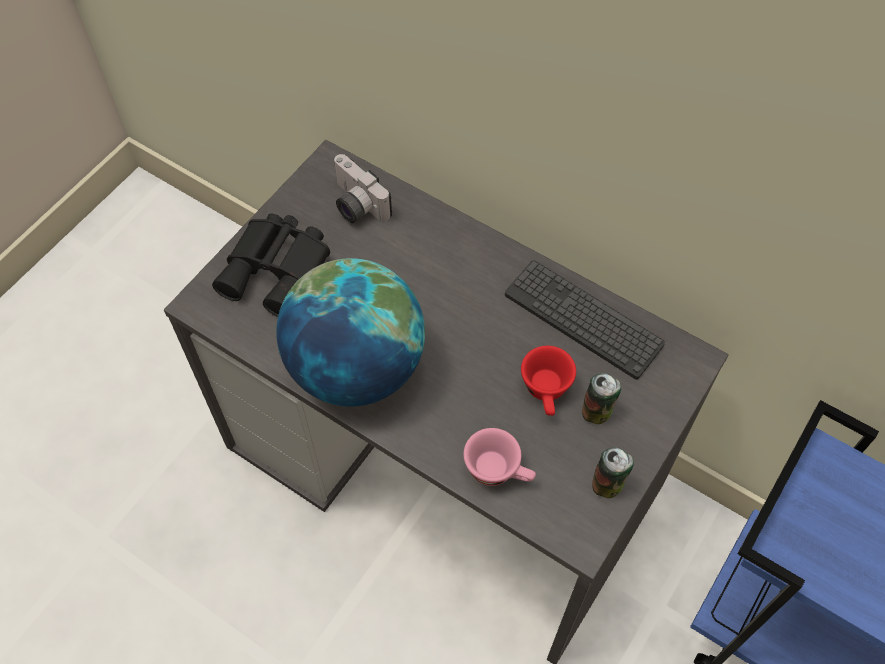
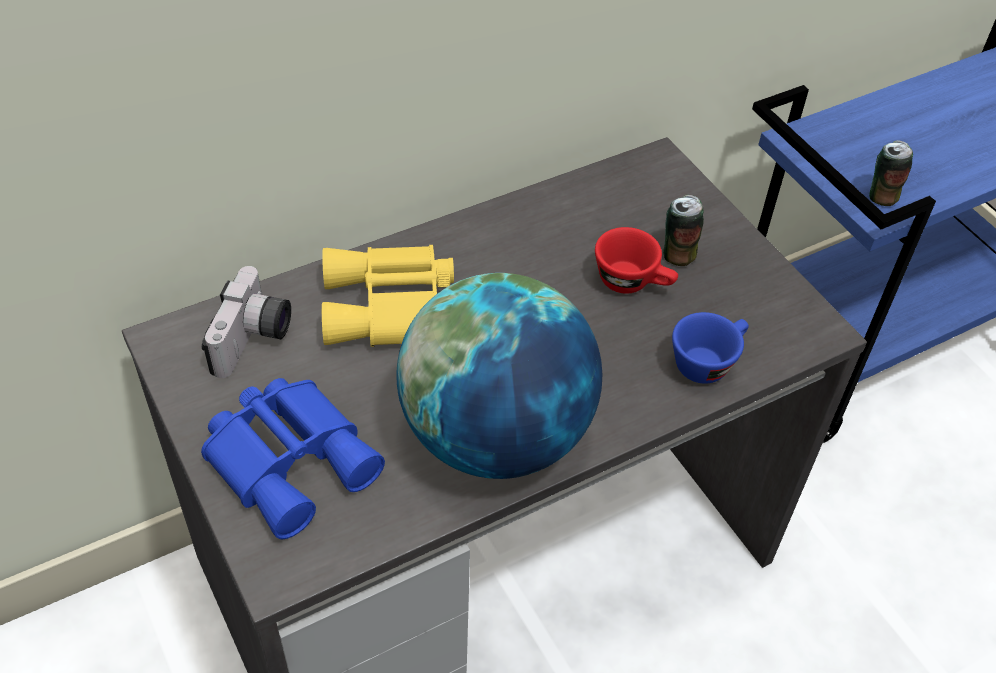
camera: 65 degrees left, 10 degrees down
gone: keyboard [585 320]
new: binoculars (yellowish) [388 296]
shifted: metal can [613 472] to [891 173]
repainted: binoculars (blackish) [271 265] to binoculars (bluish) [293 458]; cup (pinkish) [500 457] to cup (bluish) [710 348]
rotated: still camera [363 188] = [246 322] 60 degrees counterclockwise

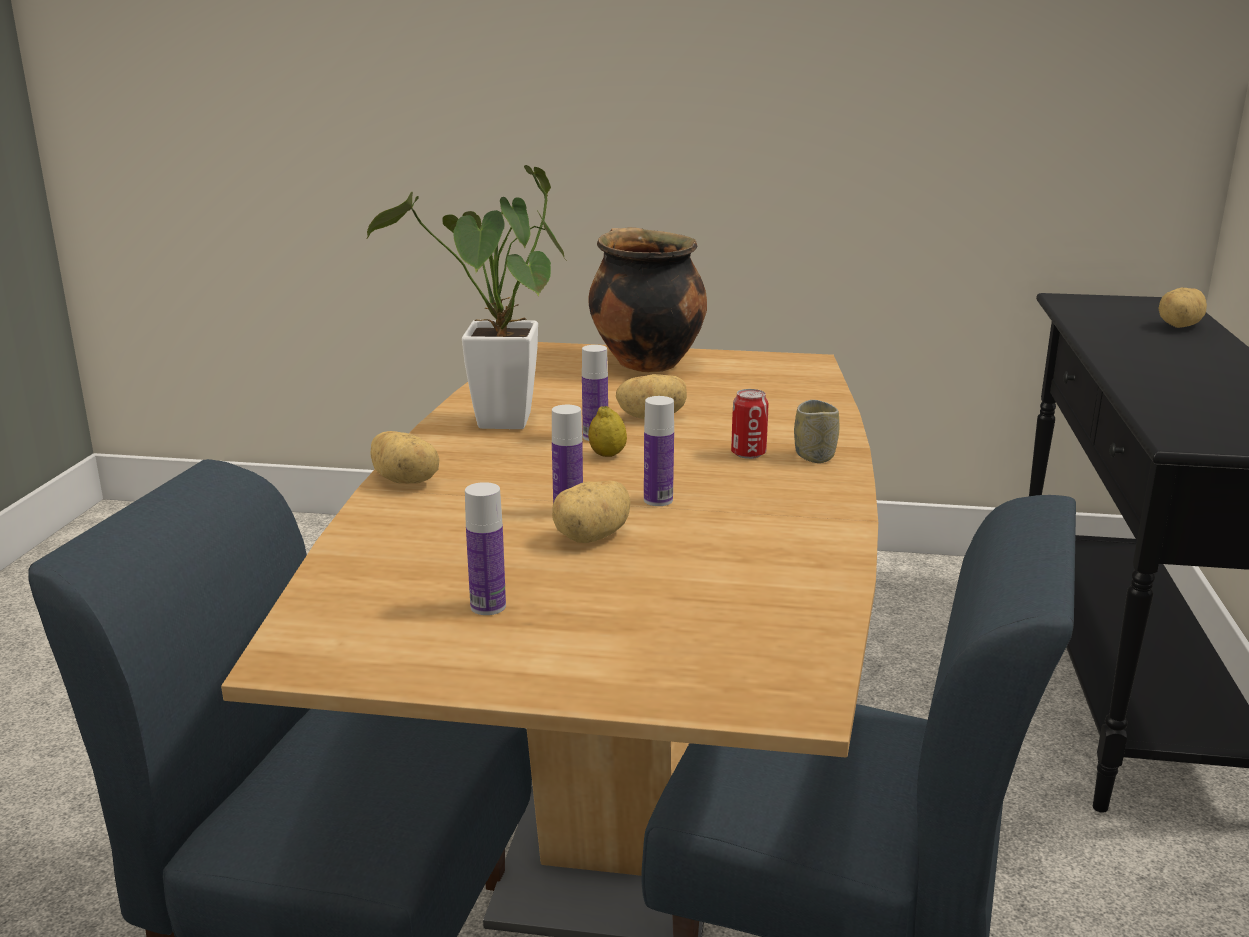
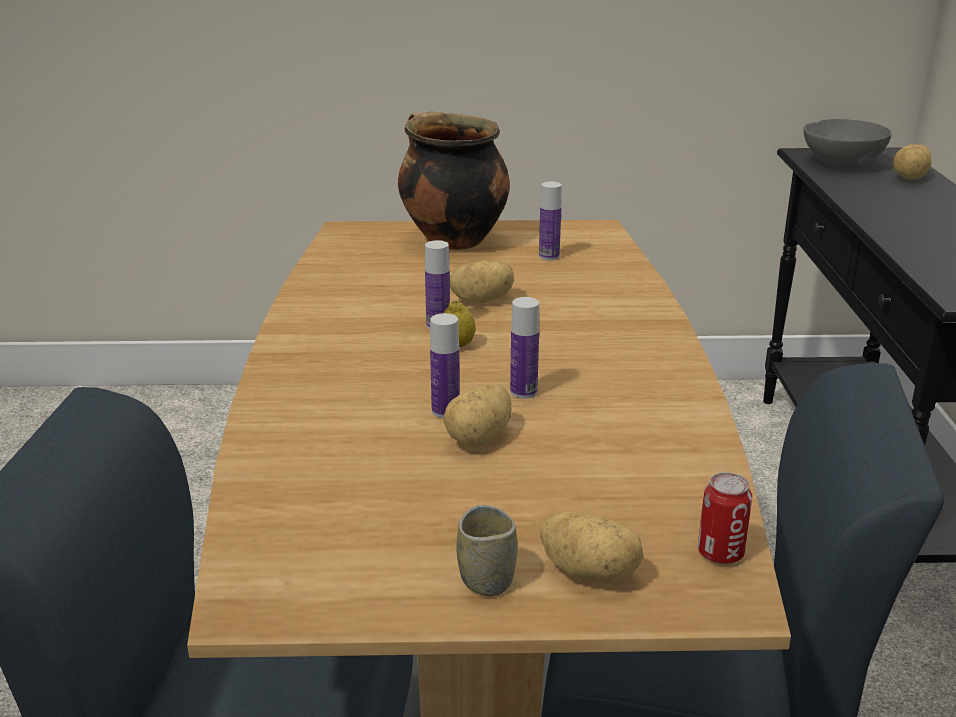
camera: 10 degrees left, 5 degrees up
gone: potted plant [466 297]
new: deep dish (gray) [847 143]
shifted: potato [404 457] to [592 546]; bottle [485 548] to [550 220]; metal can [750 424] to [725 518]; cup [816 431] to [487 550]

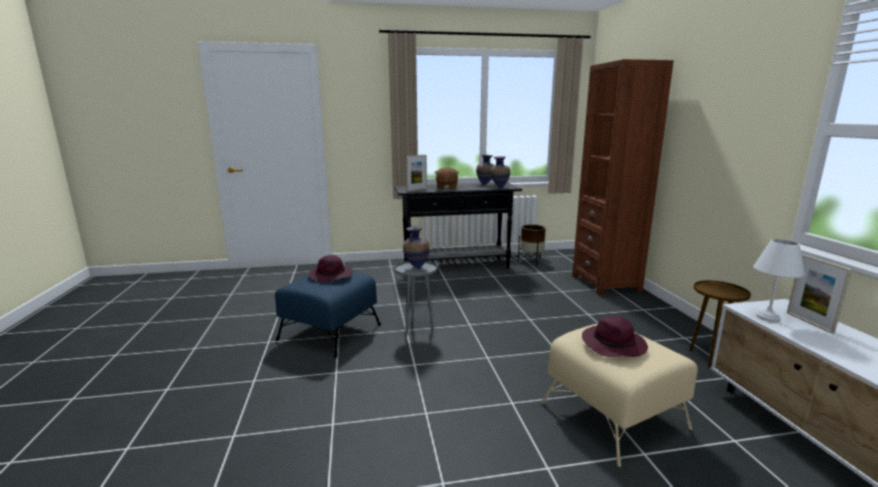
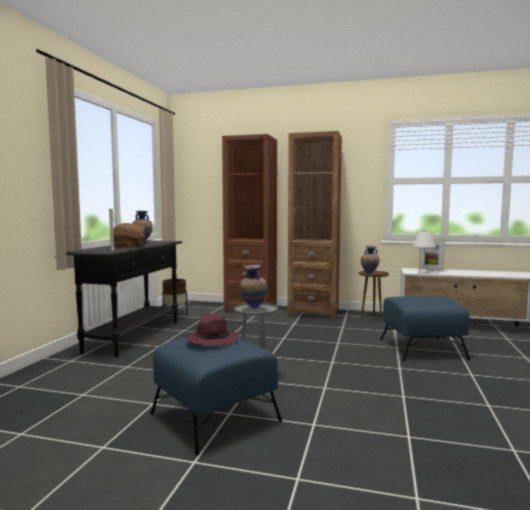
camera: 65 degrees left, 10 degrees down
gone: clothing hat (purple-coloured) [615 336]
new: bookshelf (brownish) [315 225]
shifted: vase [500 172] to [370 259]
repainted: footrest (beige) [619 395] to footrest (bluish) [425 328]

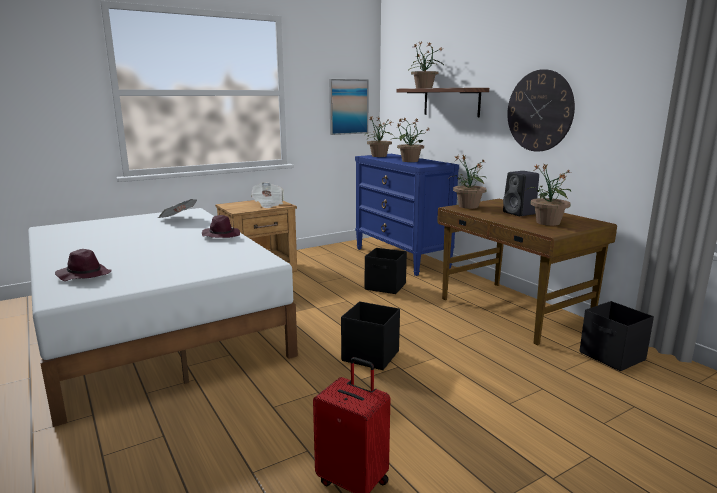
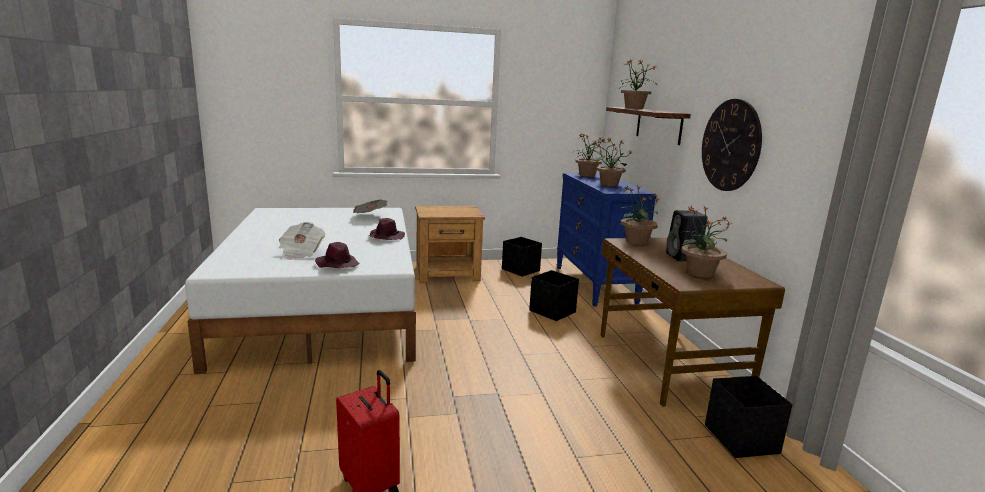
camera: 20 degrees right, 0 degrees up
gone: wall picture [349 107]
shifted: clothing hat (purple-coloured) [83 265] to [337 255]; daily paper [267 195] to [302 241]; storage box (blackish) [370 335] to [522 257]

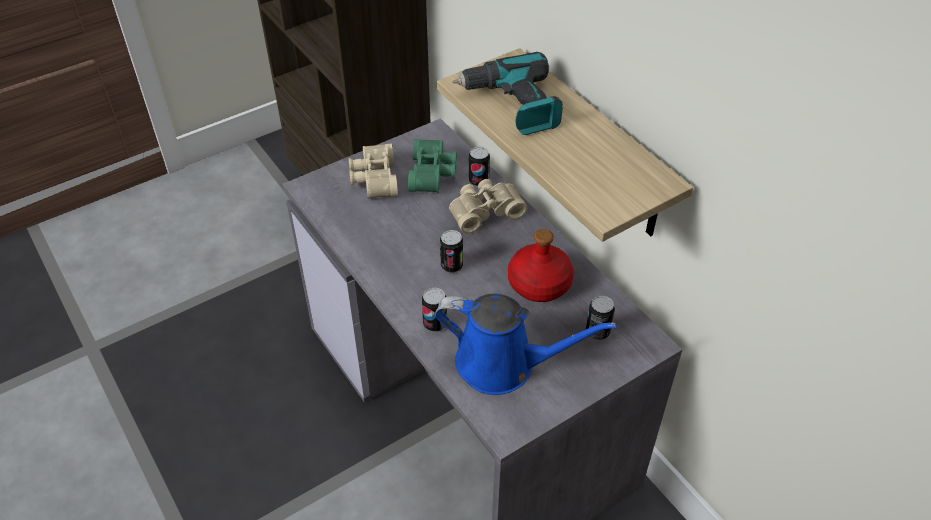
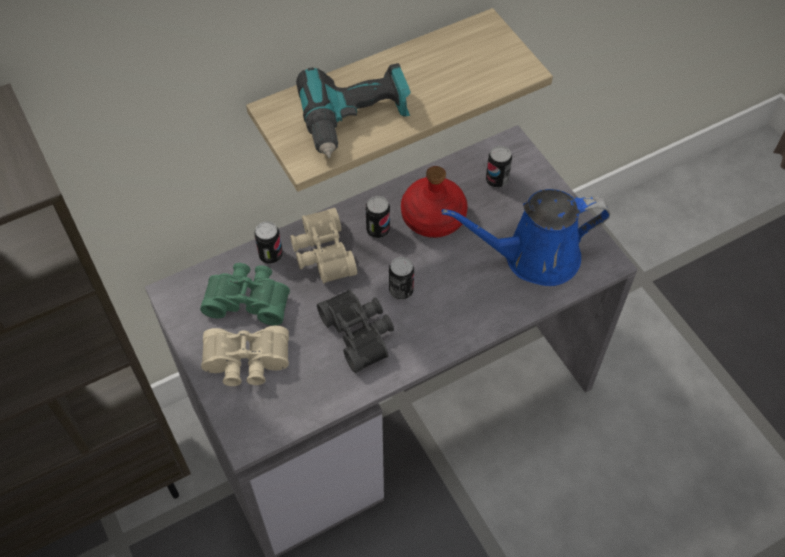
camera: 85 degrees left, 10 degrees up
new: binoculars (blackish) [355 331]
shifted: metal can [434 310] to [378 217]
rotated: watering pot (bluish) [526 344] = [525 237] 120 degrees counterclockwise

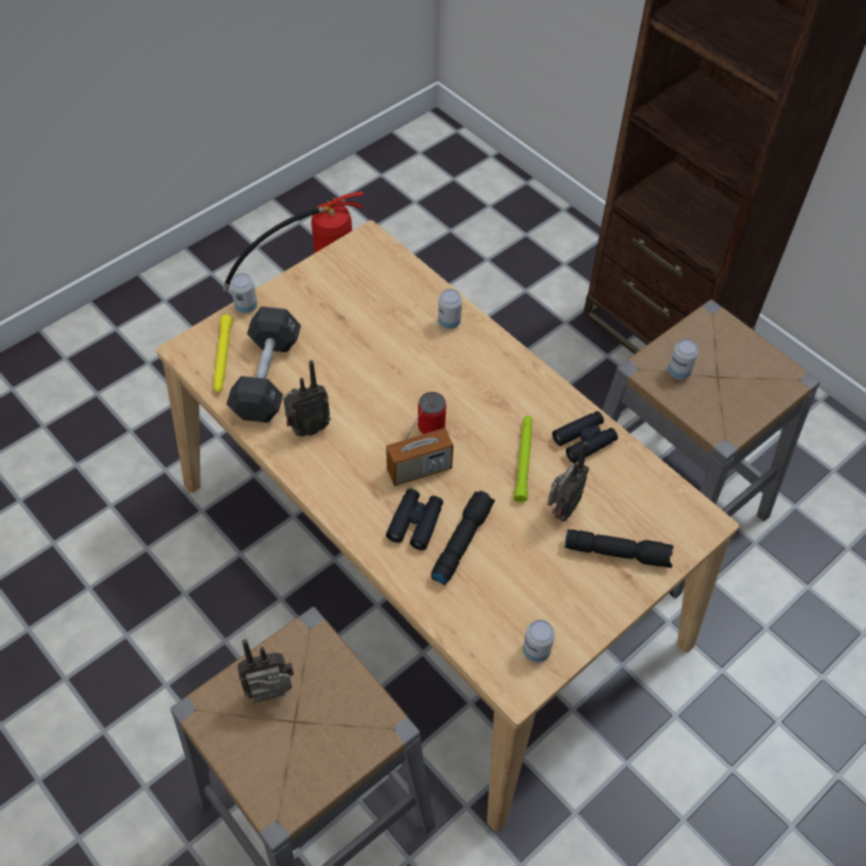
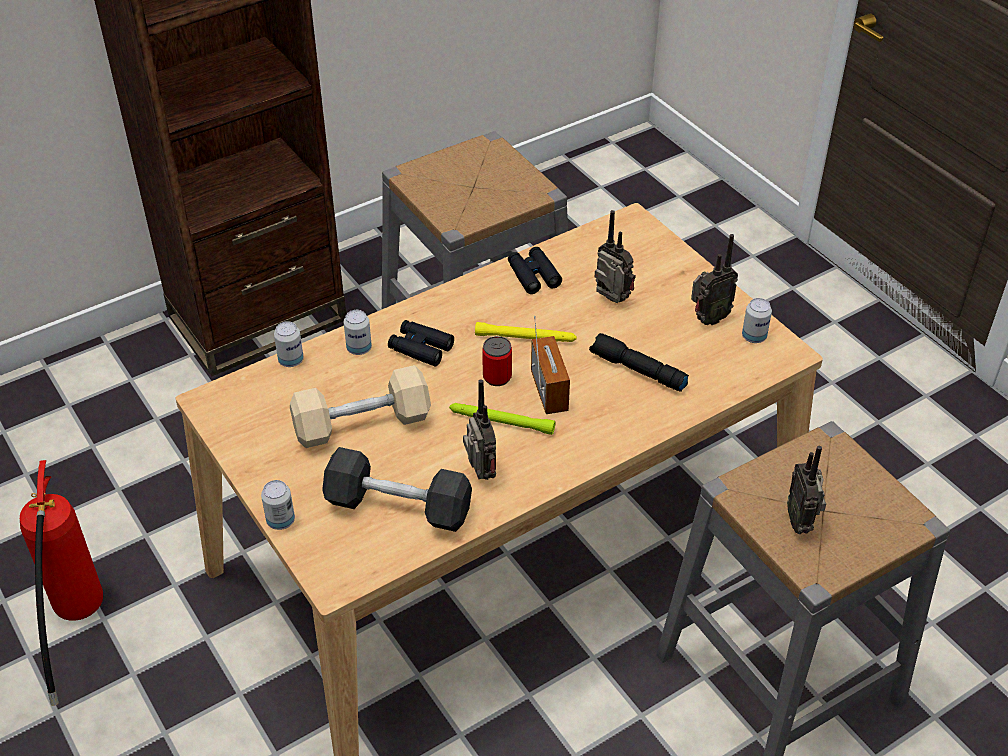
camera: 80 degrees left, 10 degrees down
gone: hand torch (blackish) [618 548]
new: free weight (beige) [360 406]; radio set [714 279]
shifted: hand torch (yellowish) [223 354] to [526 332]; binoculars (blackish) [414 519] to [421 343]; hand torch (green-coloured) [523 459] to [502 419]; metal can [683 359] to [289 344]

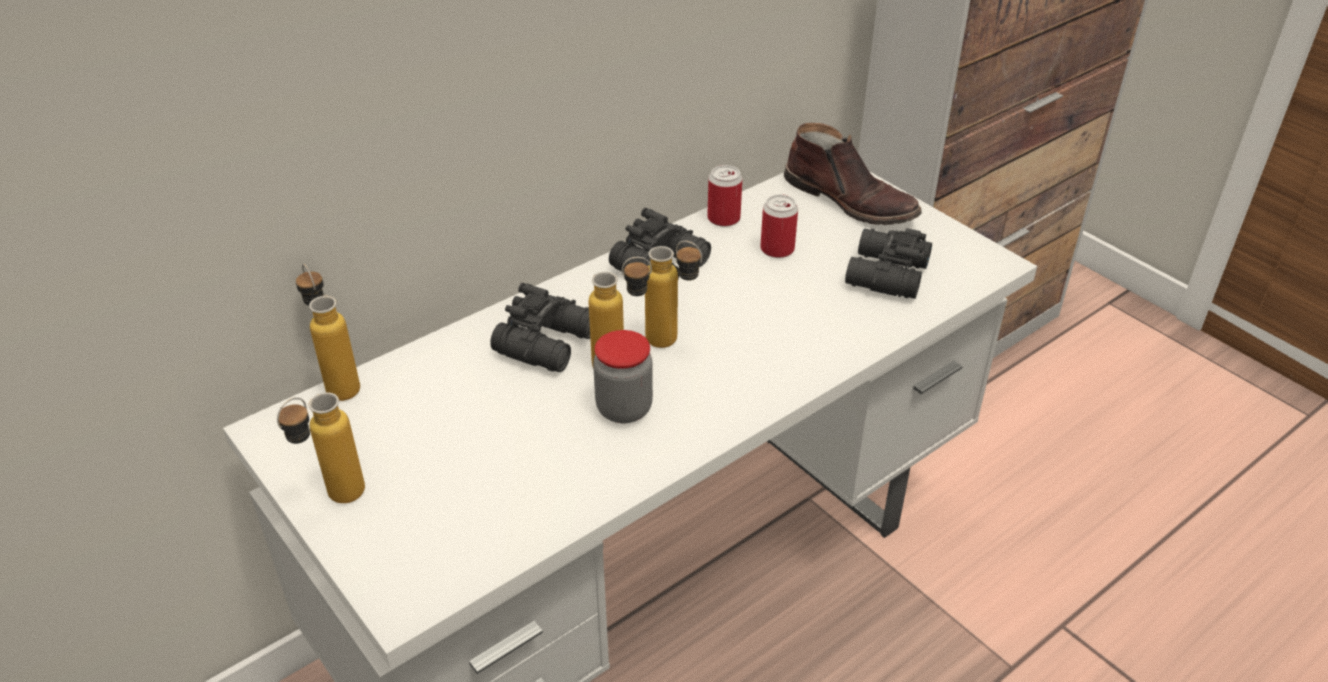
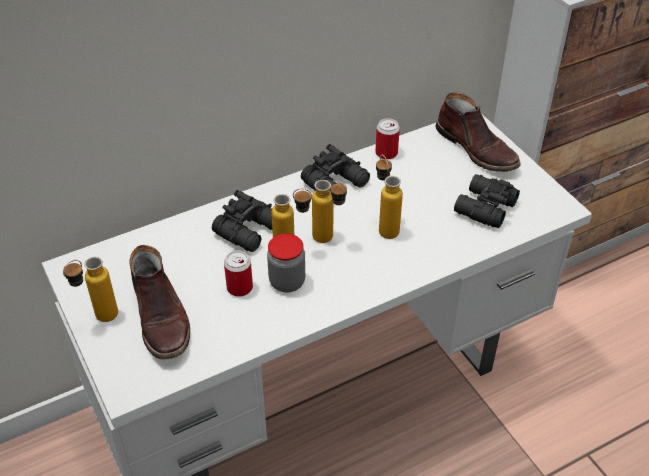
camera: 10 degrees right, 5 degrees up
new: boot (brownish) [160 302]
shifted: bottle [328 332] to [389 197]; metal can [779 226] to [238 273]

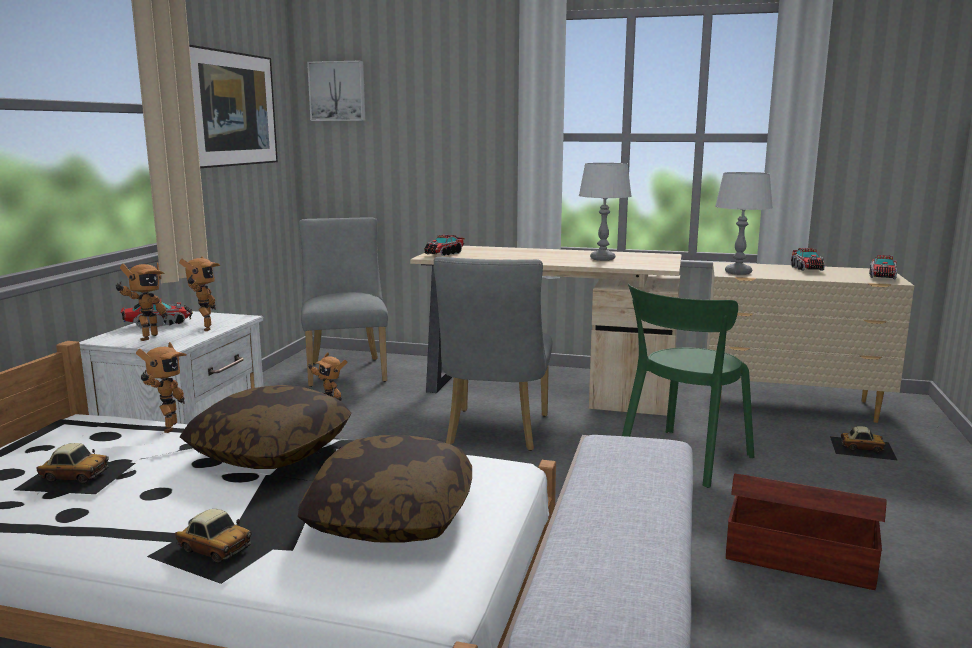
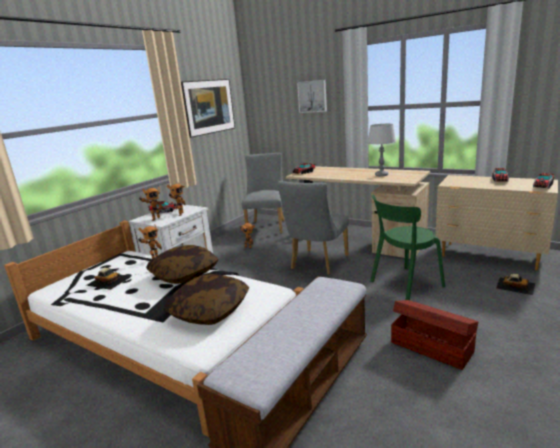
camera: 20 degrees right, 5 degrees up
gone: model car [215 546]; table lamp (gray) [744 223]
shifted: wall picture [336 91] to [312 96]

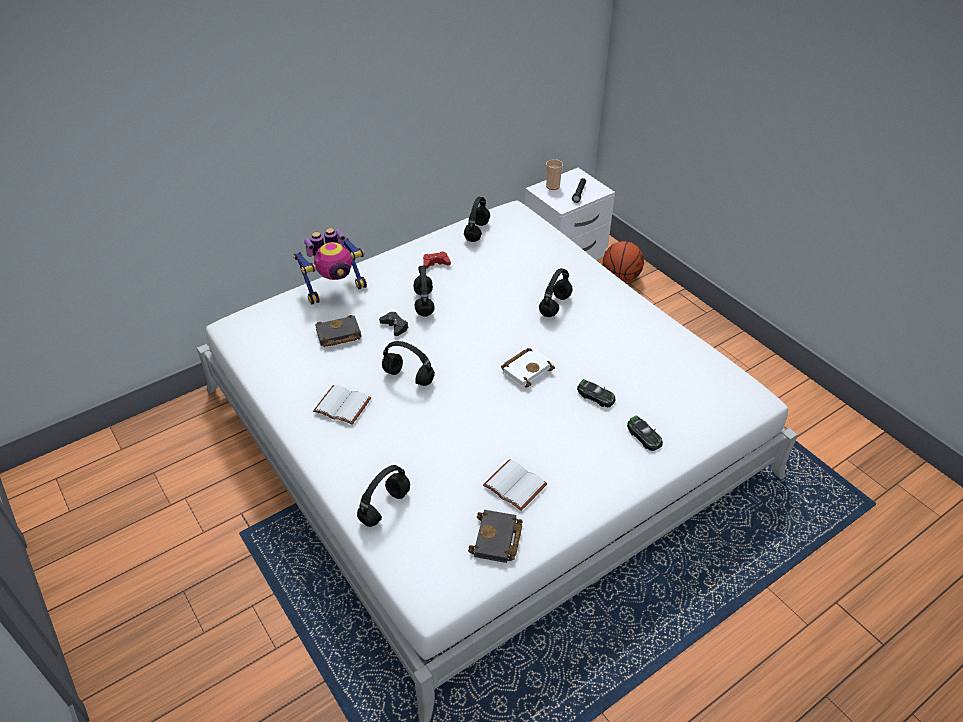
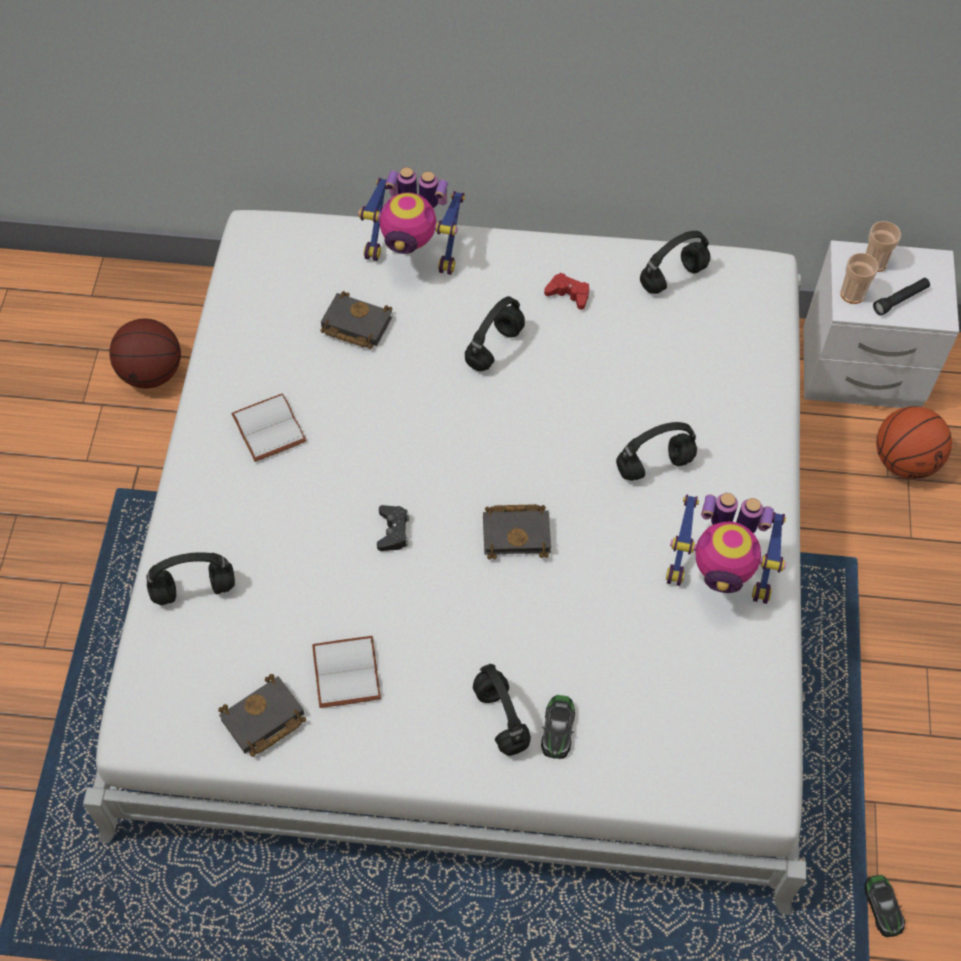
camera: 40 degrees right, 15 degrees up
new: ball for basketball [145 353]; model robot [726 548]; cup [860 278]
shifted: game controller (blackish) [393 324] to [393 528]; headphones (blackish) [408 363] to [502 710]; model car [596 393] to [884 906]
repainted: volume (white) [528 368] to volume (blackish) [517 531]

